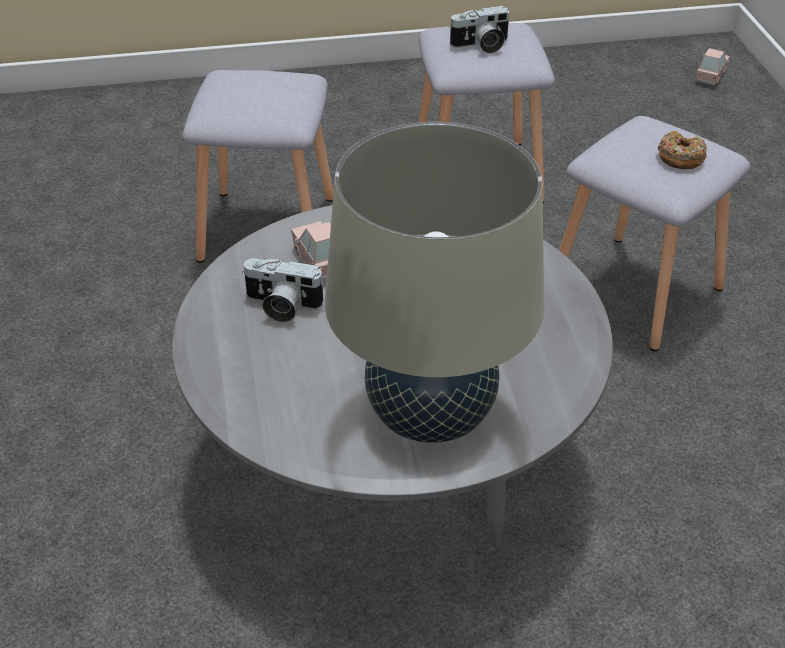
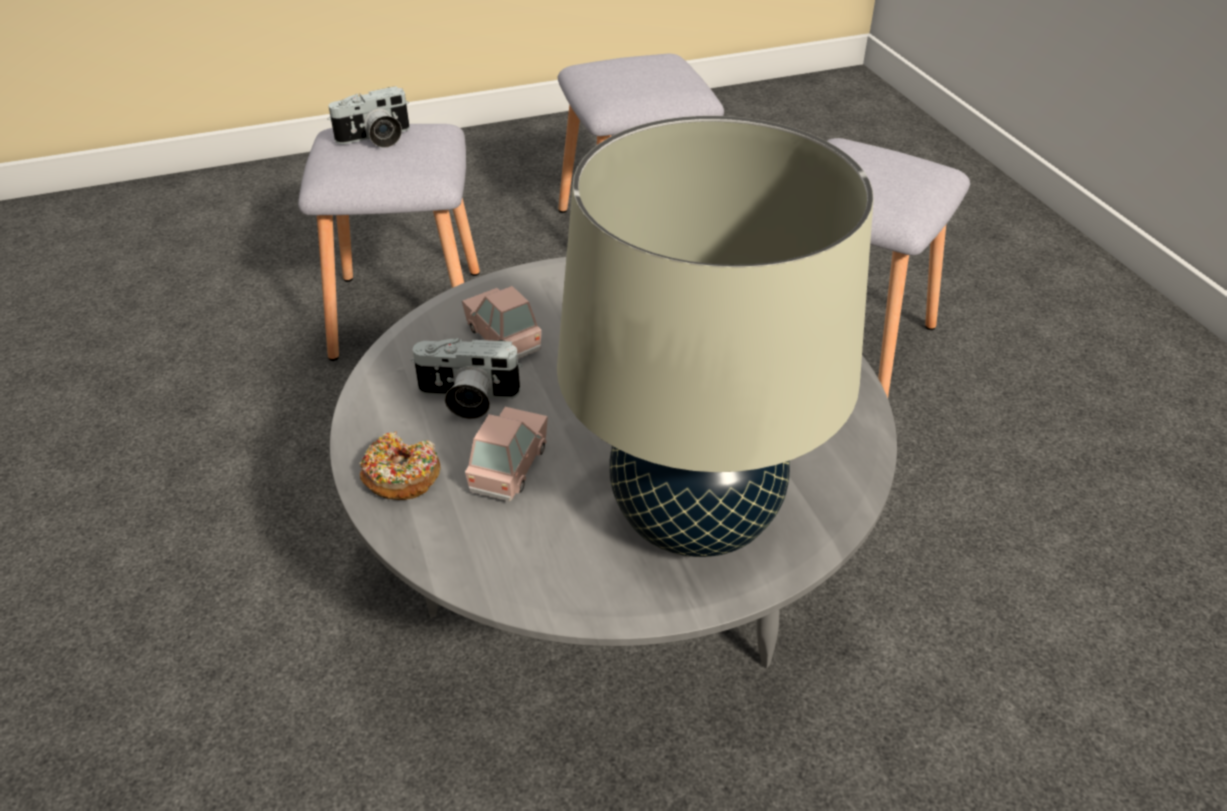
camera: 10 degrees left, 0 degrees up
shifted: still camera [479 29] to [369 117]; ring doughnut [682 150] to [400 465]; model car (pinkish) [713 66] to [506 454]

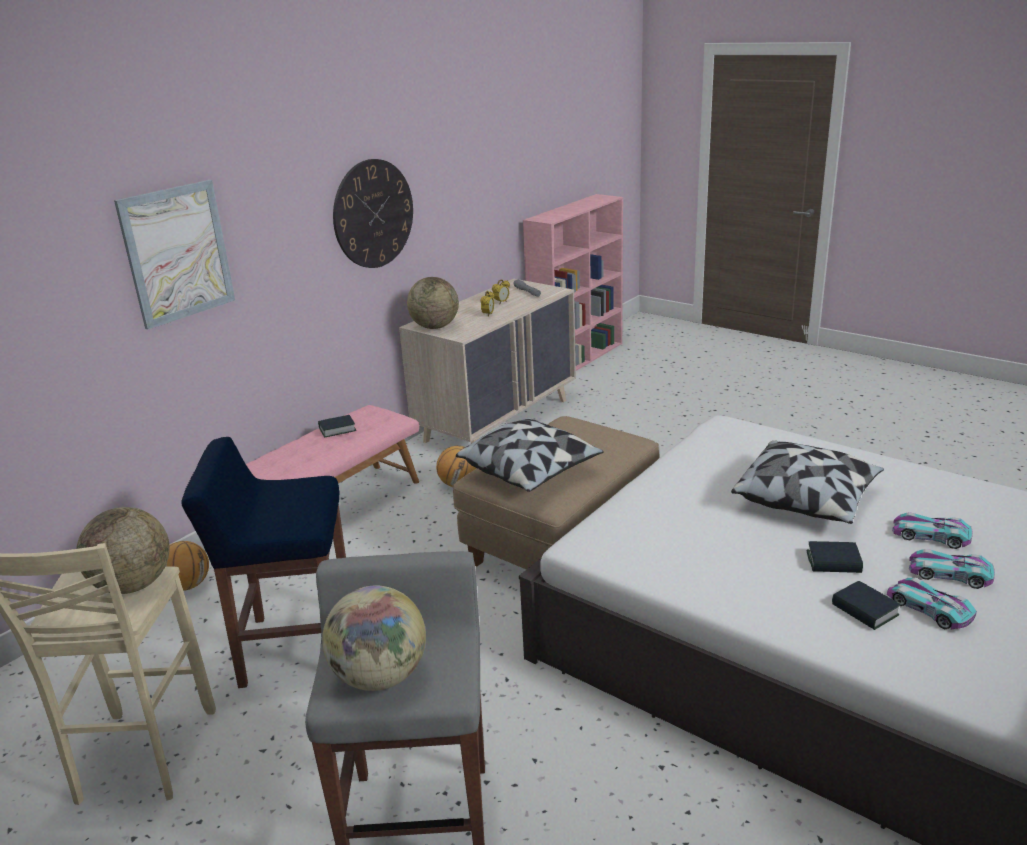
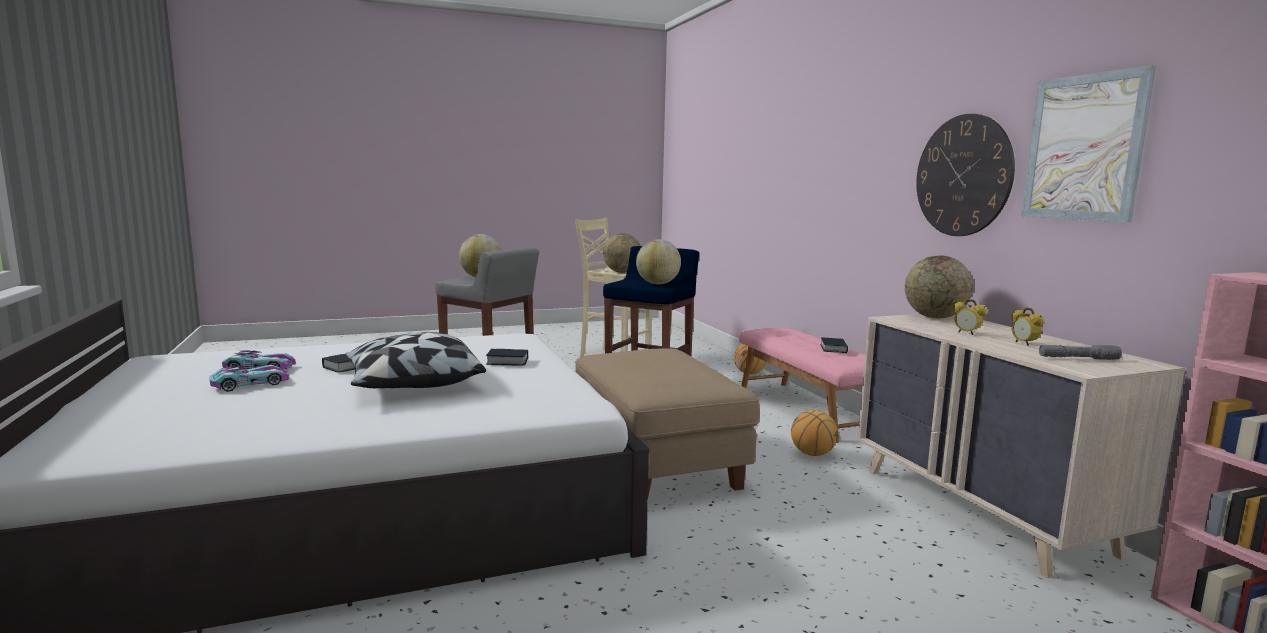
camera: 120 degrees right, 15 degrees down
gone: throw pillow [530 455]; model car [932 530]
new: desk globe [658 261]
shifted: wall picture [174 255] to [1088 144]; volume [866 605] to [507 357]

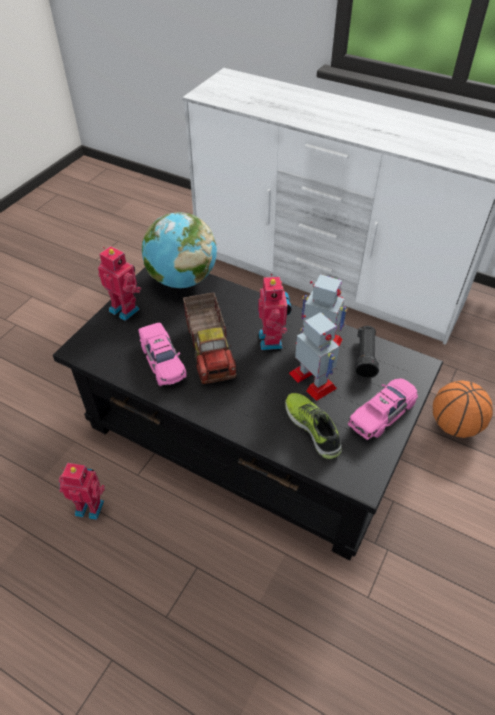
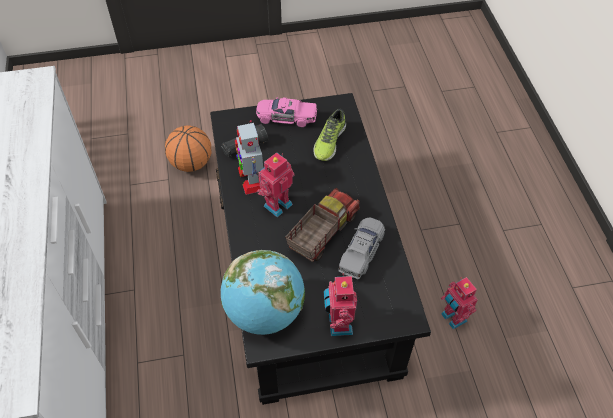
camera: 130 degrees left, 5 degrees up
gone: model robot [314 356]
repainted: model car (pinkish) [162 354] to model car (gray) [361 248]

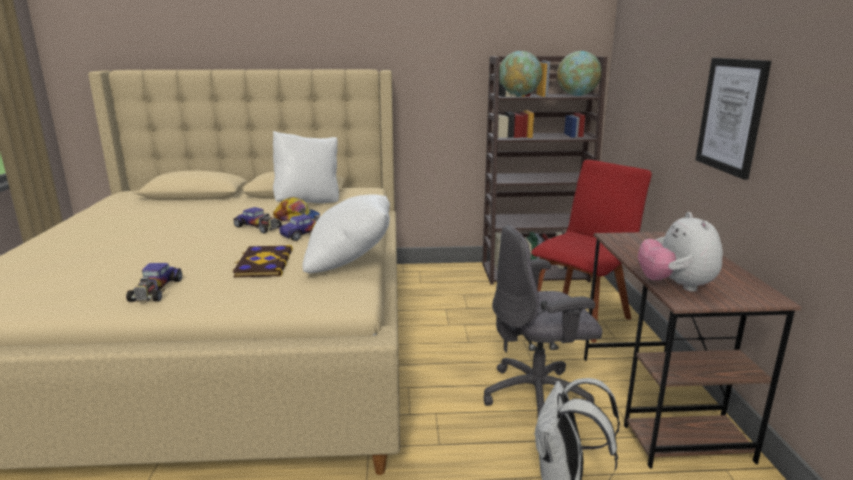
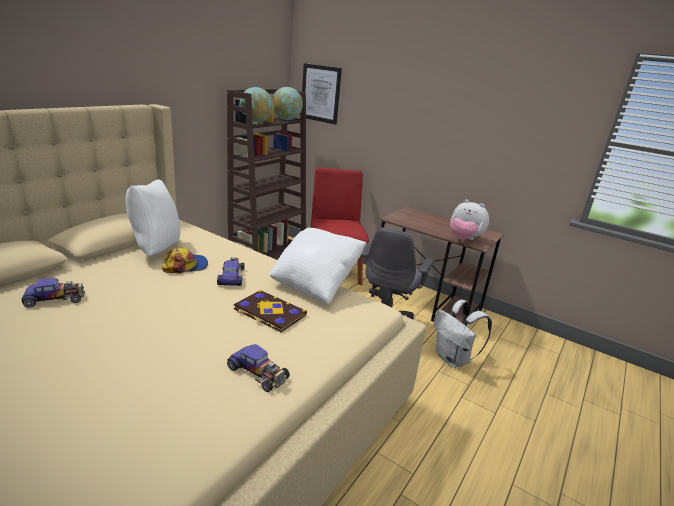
camera: 55 degrees left, 5 degrees up
shifted: model car [258 220] to [53 293]; wall picture [733 119] to [322 94]

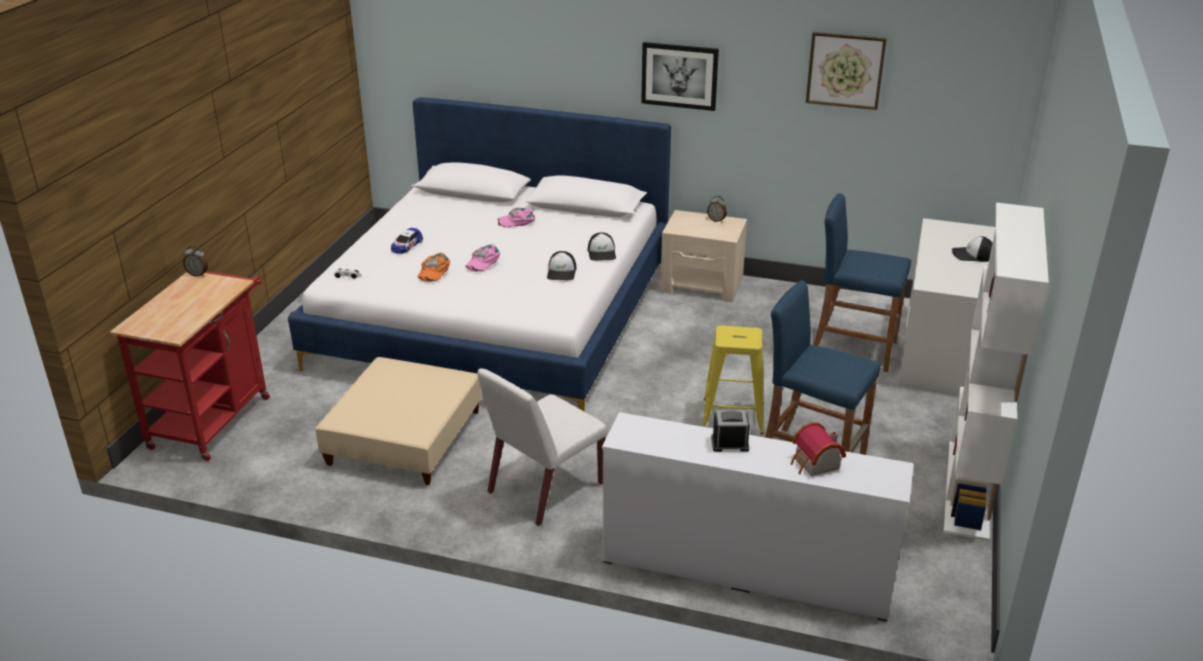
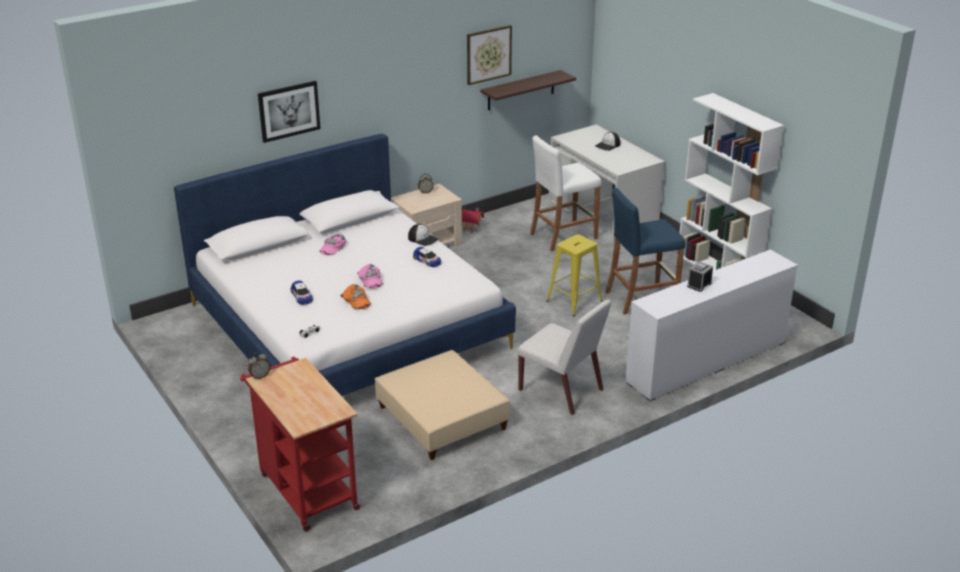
camera: 50 degrees left, 0 degrees up
new: bracket shelf [528 90]
shifted: wall picture [680 76] to [289 112]; model house [818 449] to [473 220]
swapped: baseball cap [561 265] to model car [427 256]
repainted: sitting stool (bluish) [862 282] to sitting stool (white) [565 193]
rotated: upright chair (white) [542 447] = [564 357] 45 degrees counterclockwise

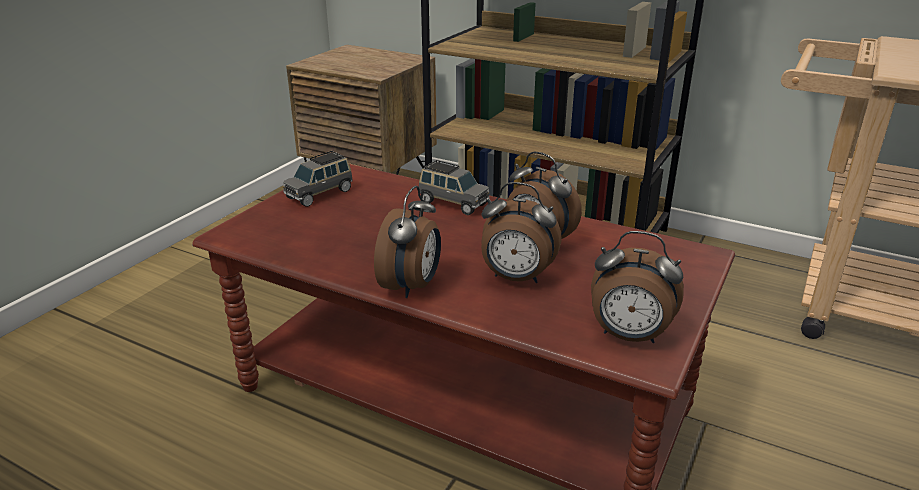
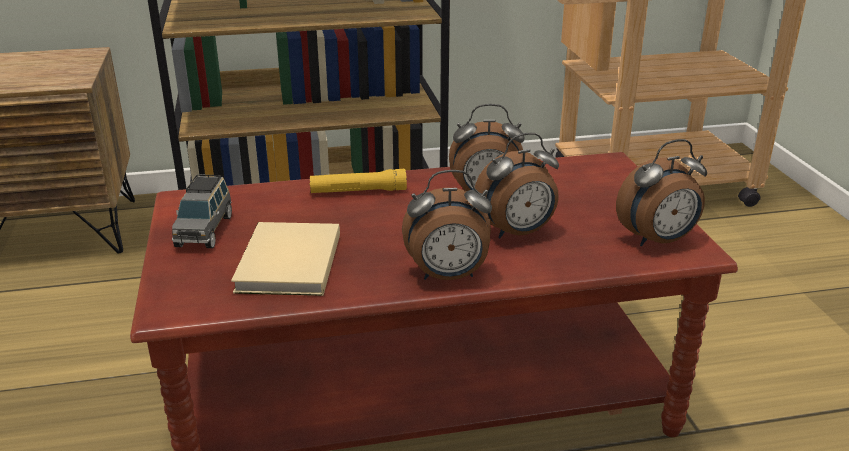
camera: 40 degrees left, 0 degrees up
new: volume (beige) [285 259]
swapped: model car (gray) [454 187] to hand torch (yellowish) [358 181]
rotated: bedside clock [407 242] = [447 225] 105 degrees clockwise

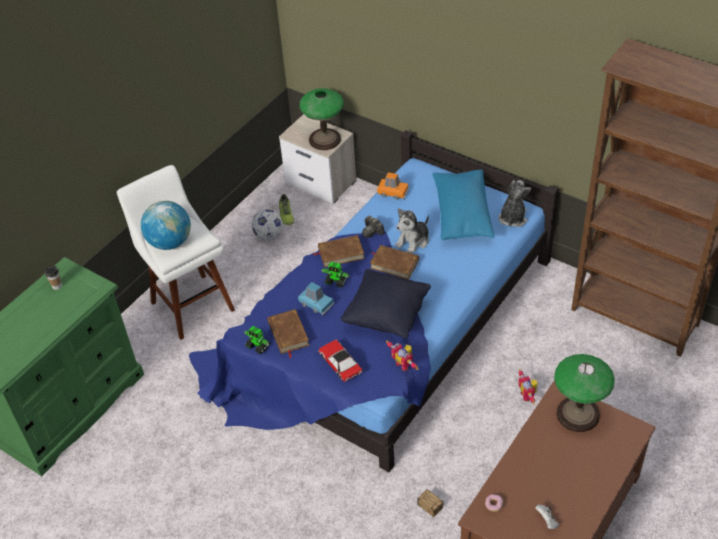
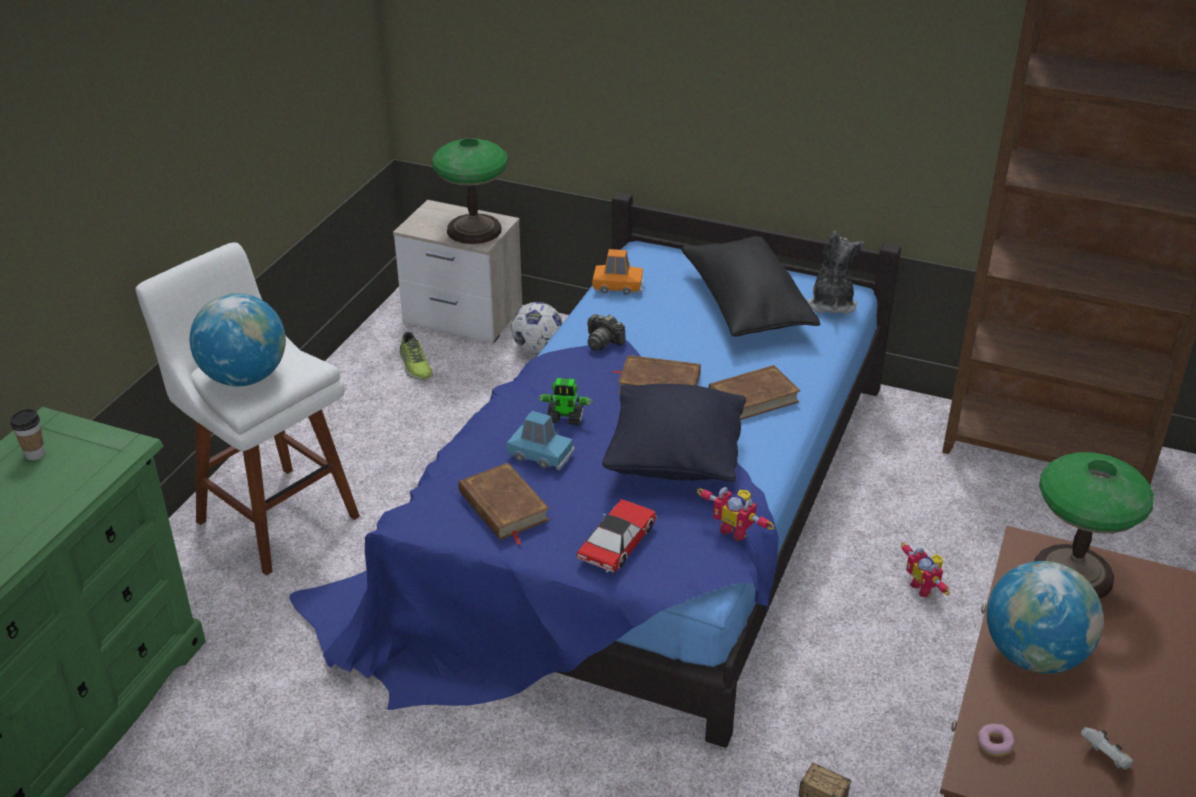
camera: 15 degrees left, 10 degrees down
gone: model robot [257 340]; plush toy [412 231]
new: desk globe [1045 617]
shifted: football [267 225] to [537 328]; volume (brownish) [339 251] to [754 392]
repainted: throw pillow (bluish) [463 205] to throw pillow (blackish) [750 286]
rotated: model car [340 361] = [616 536] 75 degrees clockwise

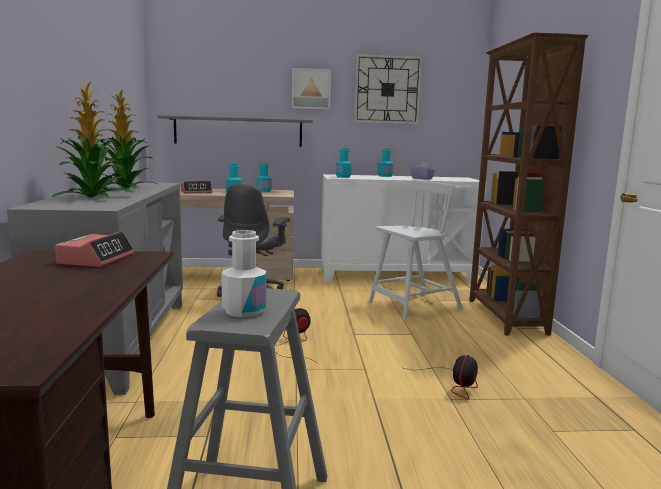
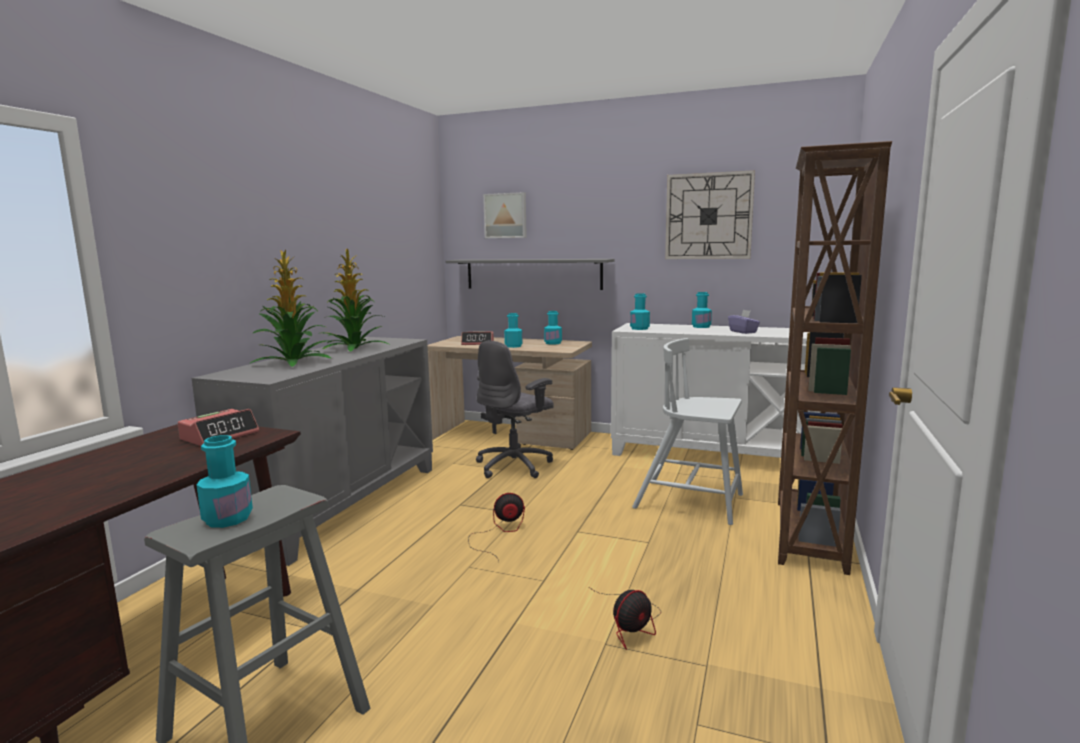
camera: 25 degrees right, 0 degrees up
shifted: wall picture [311 88] to [505 215]
repainted: bottle (white) [244 273] to bottle (blue-green) [224 481]
rotated: upright chair (white) [416 250] = [687 431] 150 degrees counterclockwise

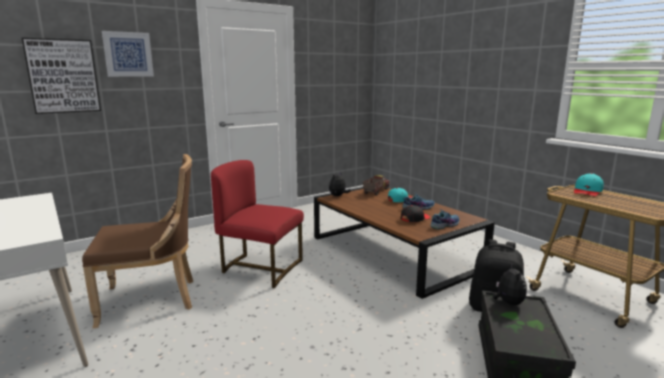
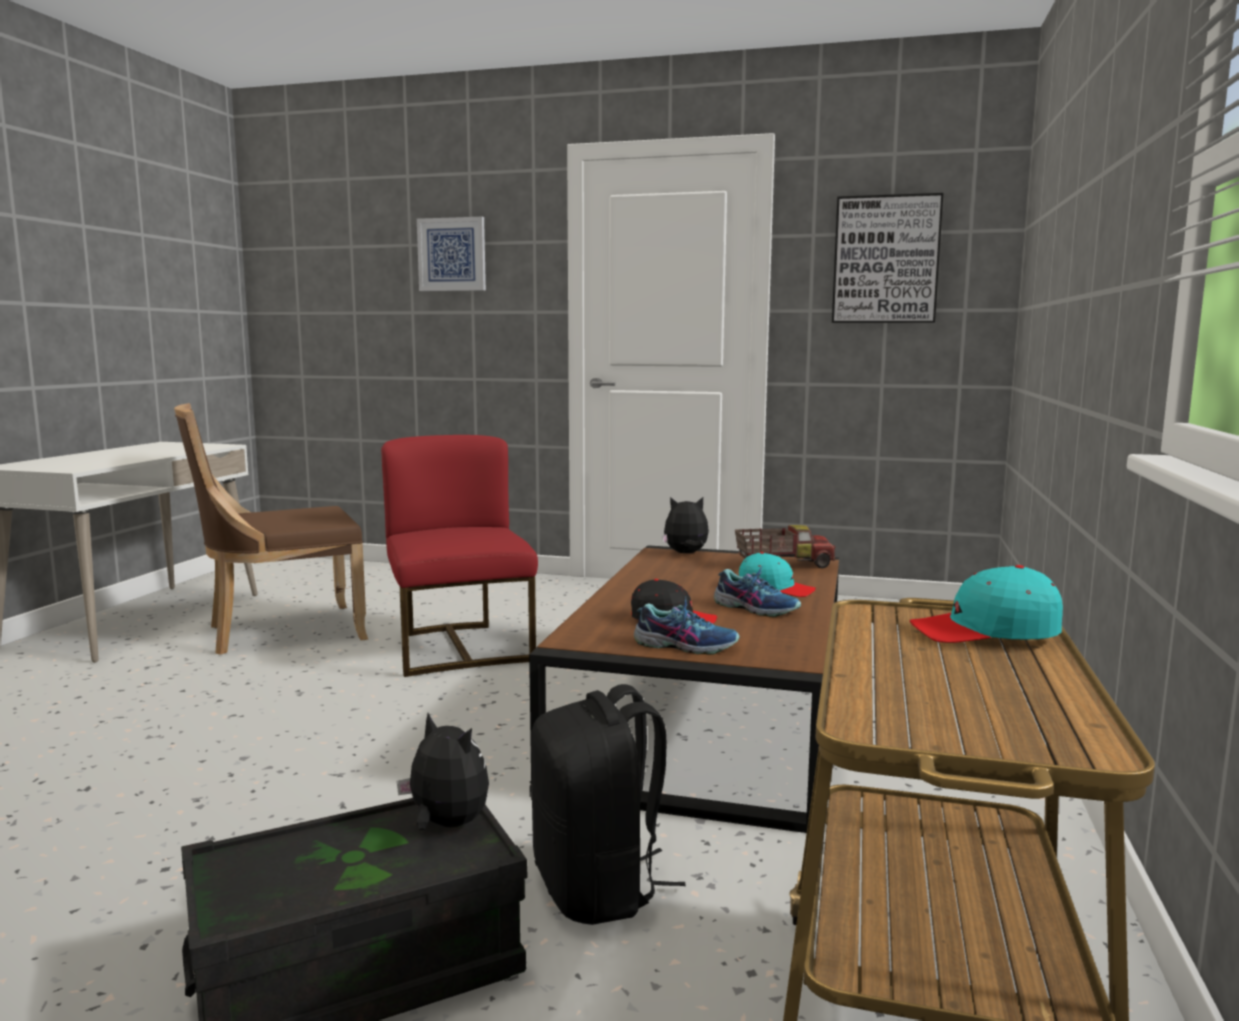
camera: 50 degrees right, 5 degrees down
shifted: wall picture [61 76] to [888 258]
rotated: upright chair (brownish) [137 241] = [271 529] 120 degrees clockwise; plush toy [510 284] = [443 771] 105 degrees counterclockwise

